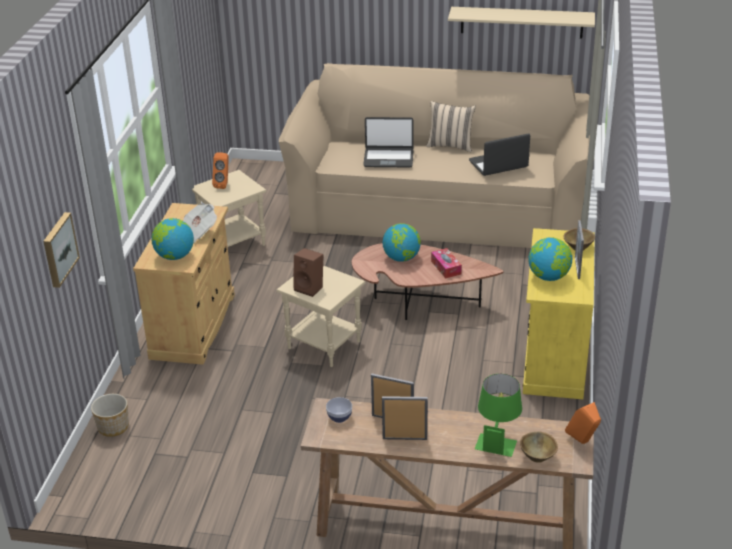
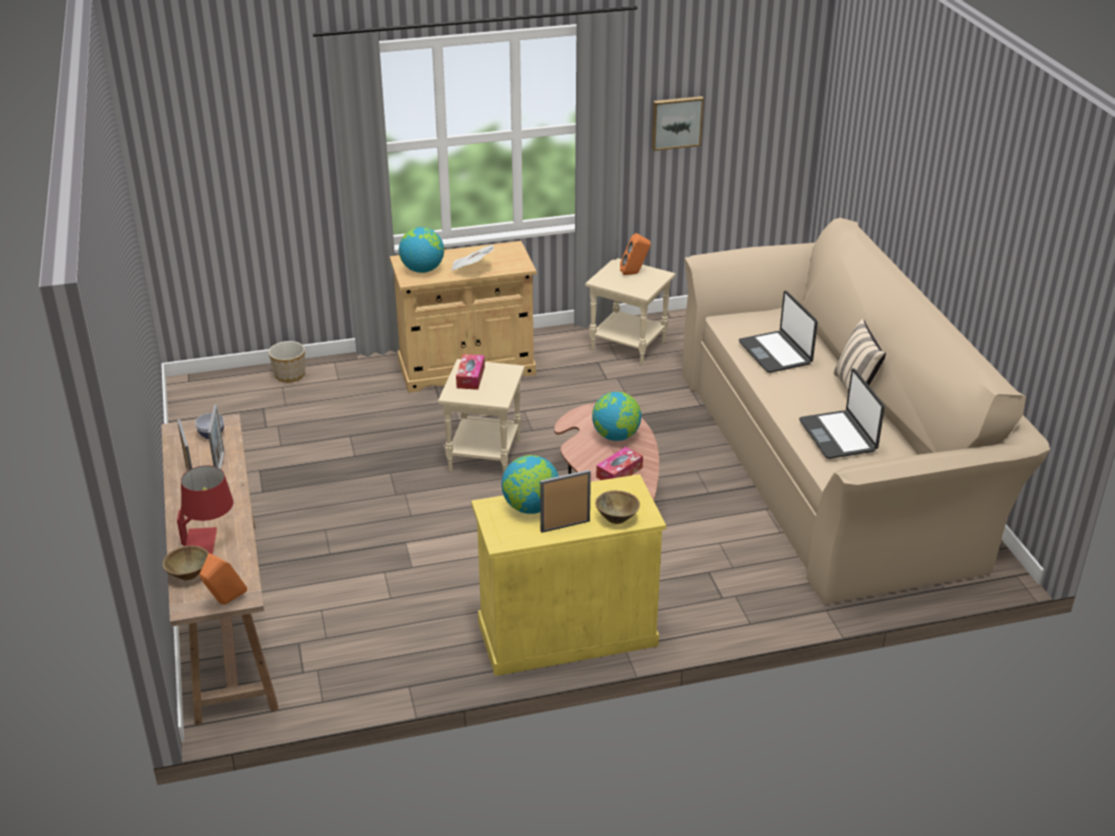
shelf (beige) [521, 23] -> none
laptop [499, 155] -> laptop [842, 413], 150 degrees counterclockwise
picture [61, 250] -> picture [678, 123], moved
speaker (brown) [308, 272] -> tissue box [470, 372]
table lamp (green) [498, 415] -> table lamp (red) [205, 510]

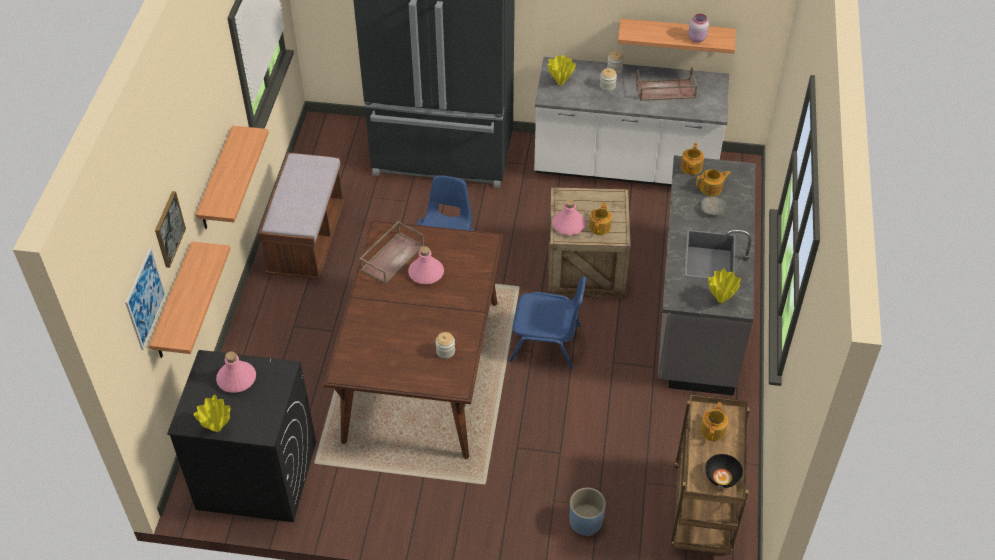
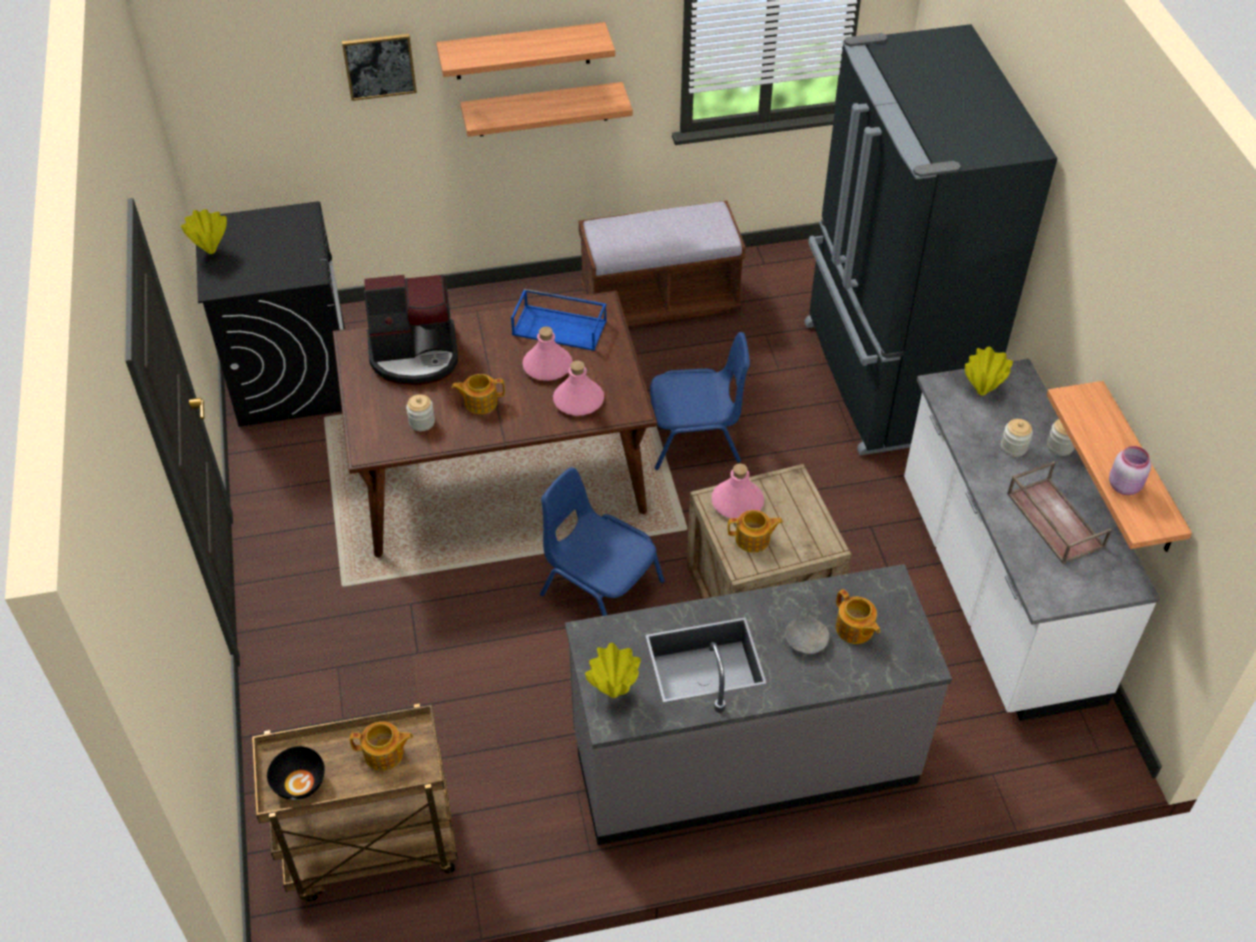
teapot [692, 159] -> teapot [478, 394], moved
tray (brown) [391, 252] -> tray (blue) [559, 320]
shelf [189, 299] -> shelf [525, 50], moved
picture [145, 298] -> none
chair (blue) [547, 322] -> chair (blue) [602, 541], 135 degrees clockwise
bottle (pink) [236, 372] -> bottle (pink) [578, 388], moved
planter (blue) [588, 512] -> none
none -> coffee machine [411, 329]

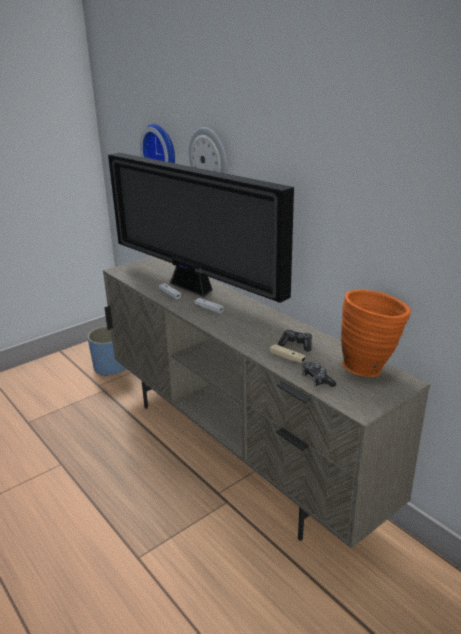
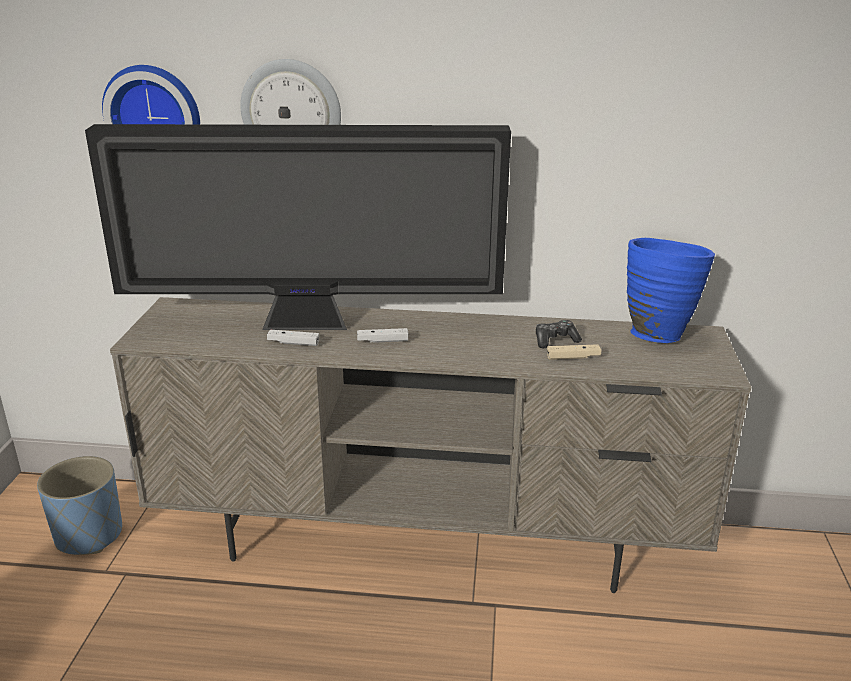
vase (orange) [376, 333] -> vase (blue) [671, 290]
game controller [319, 374] -> none

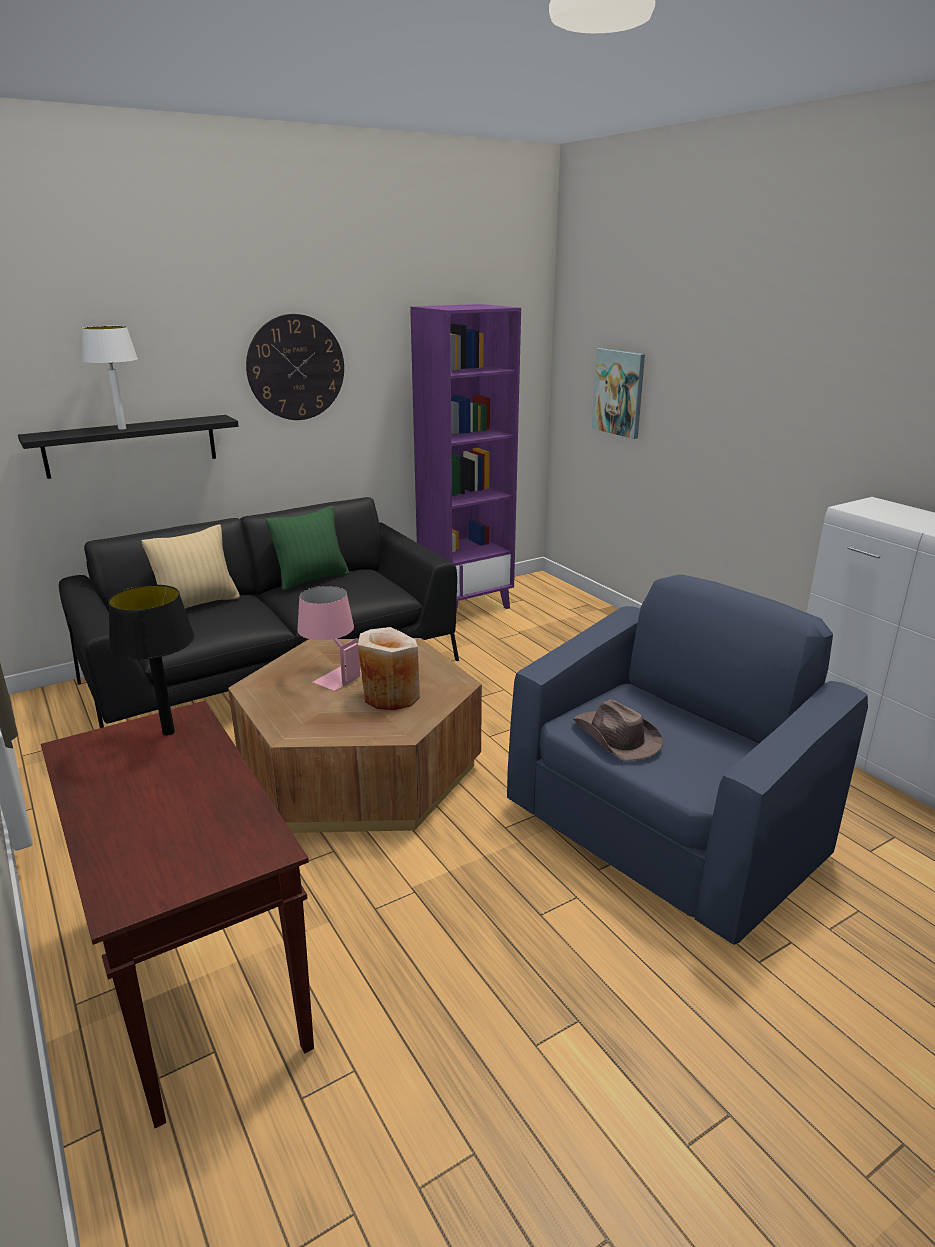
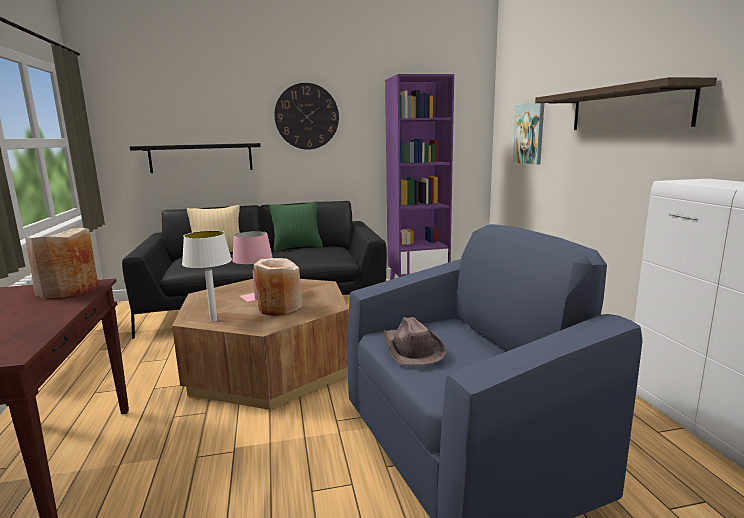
table lamp (white) [110, 377] -> table lamp (white) [207, 276], moved
table lamp (black) [151, 660] -> vase (beige) [61, 263]
none -> shelf [626, 103]

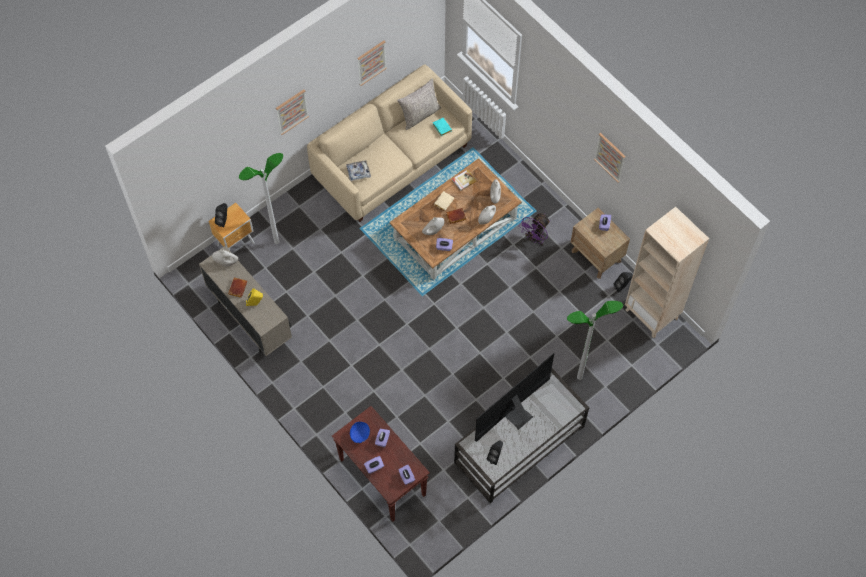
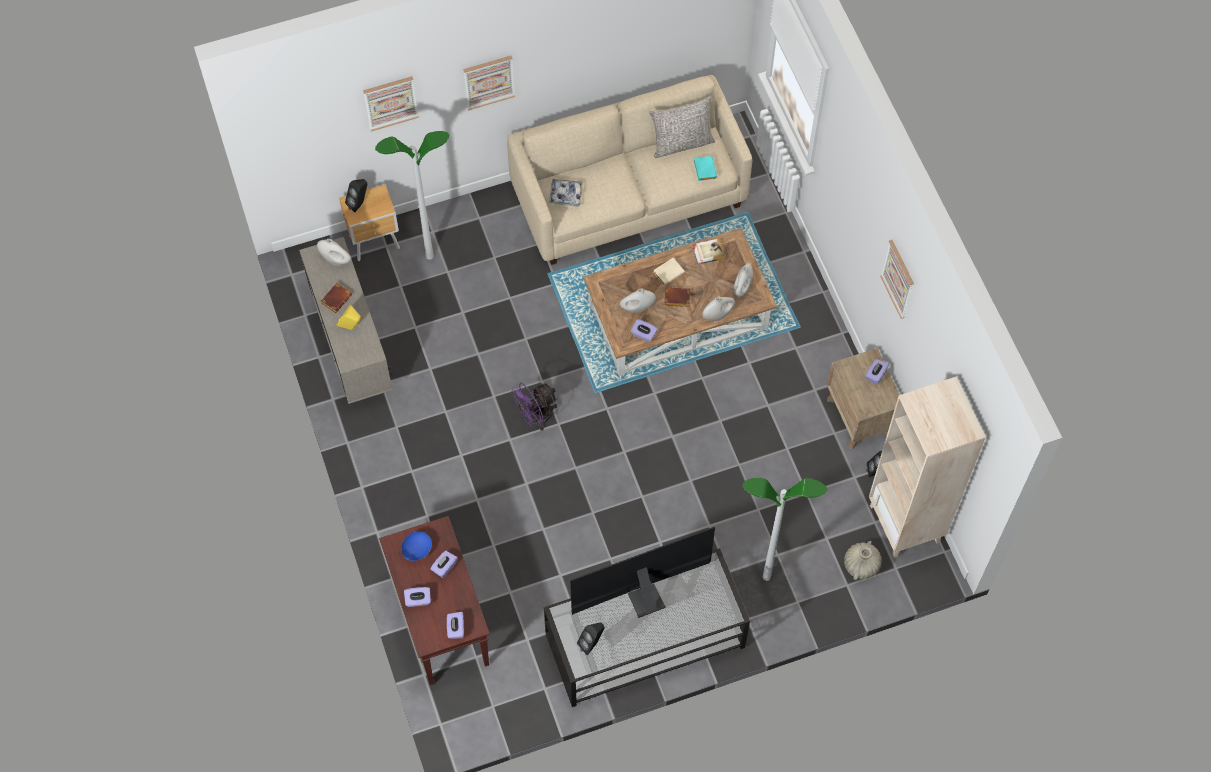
picture [372, 63] -> picture [391, 103], moved
fan (purple) [534, 229] -> fan (purple) [534, 407], moved
none -> vase (beige) [863, 560]

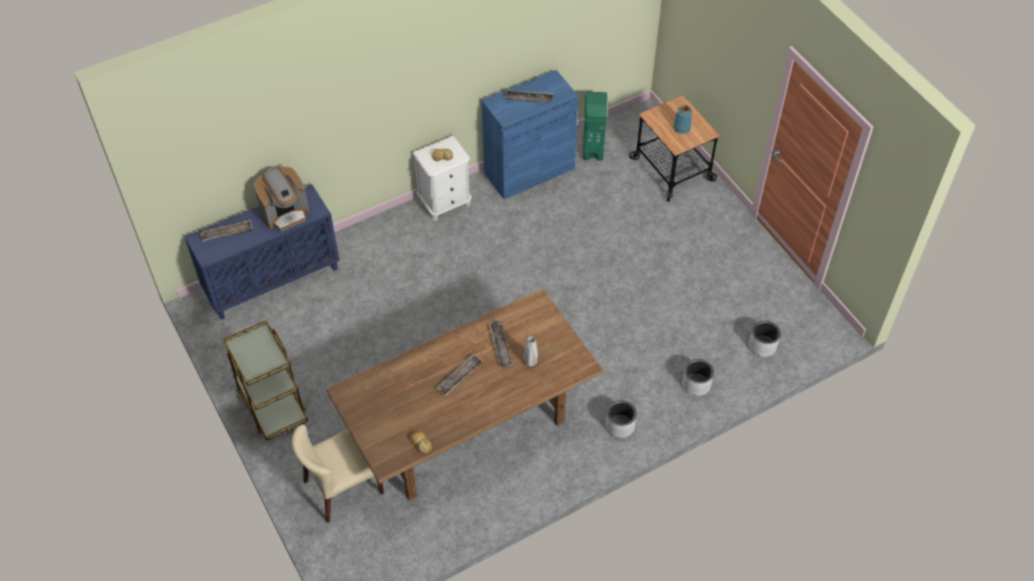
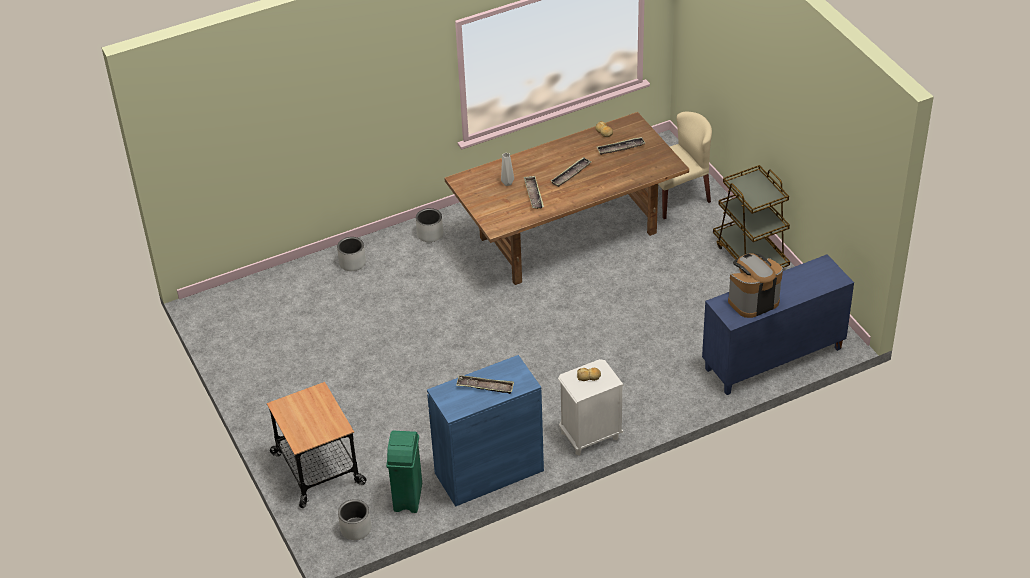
vase (blue) [682, 119] -> none
tray [226, 231] -> tray [621, 146], moved
planter (grey) [765, 339] -> planter (grey) [354, 519], moved

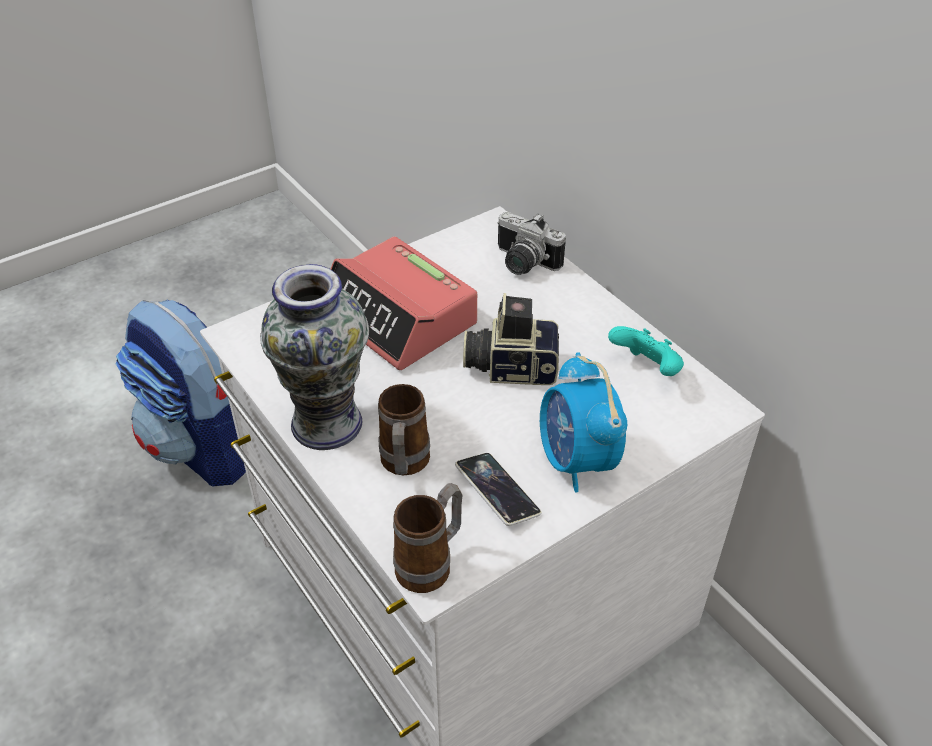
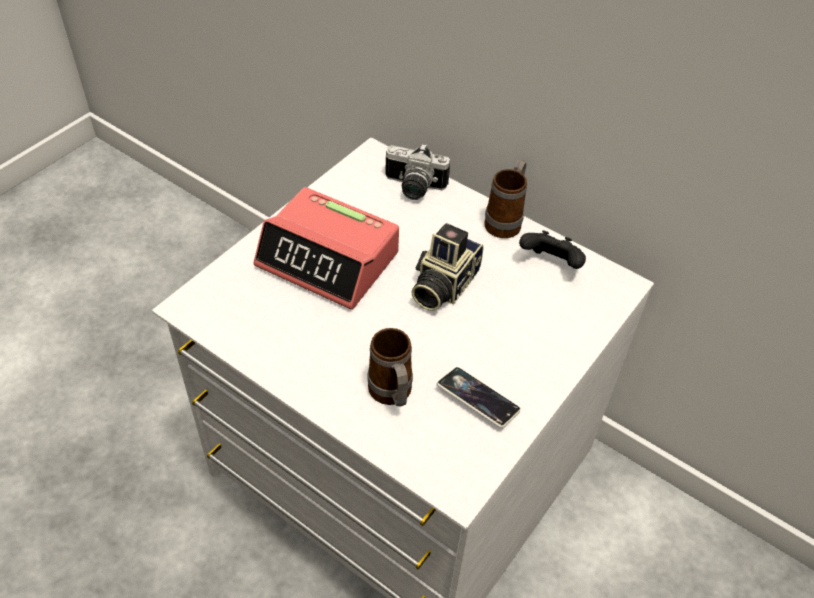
vase [314, 357] -> none
photo camera [511, 339] -> photo camera [447, 267], 45 degrees counterclockwise
backpack [181, 392] -> none
game controller (turquoise) [646, 351] -> game controller (black) [552, 249]
alarm clock [583, 422] -> none
mug [428, 538] -> mug [505, 199], moved

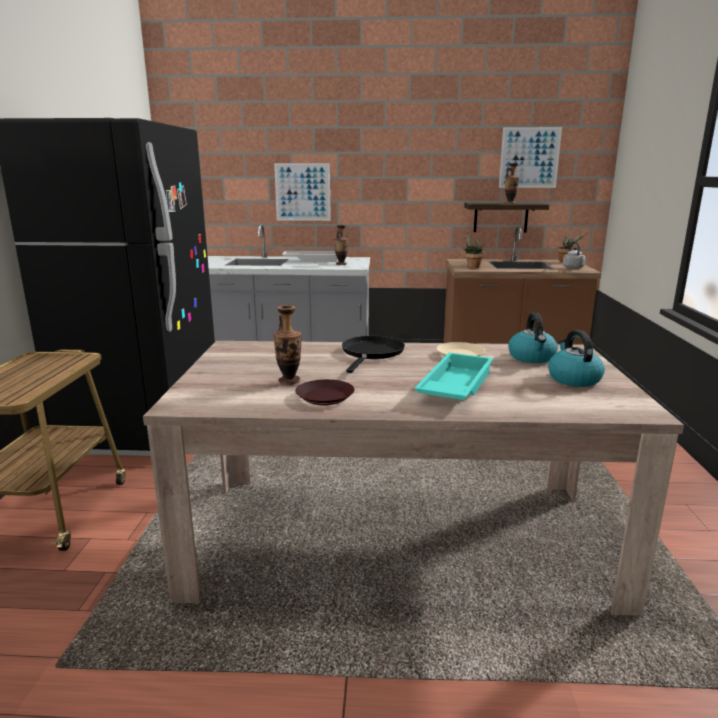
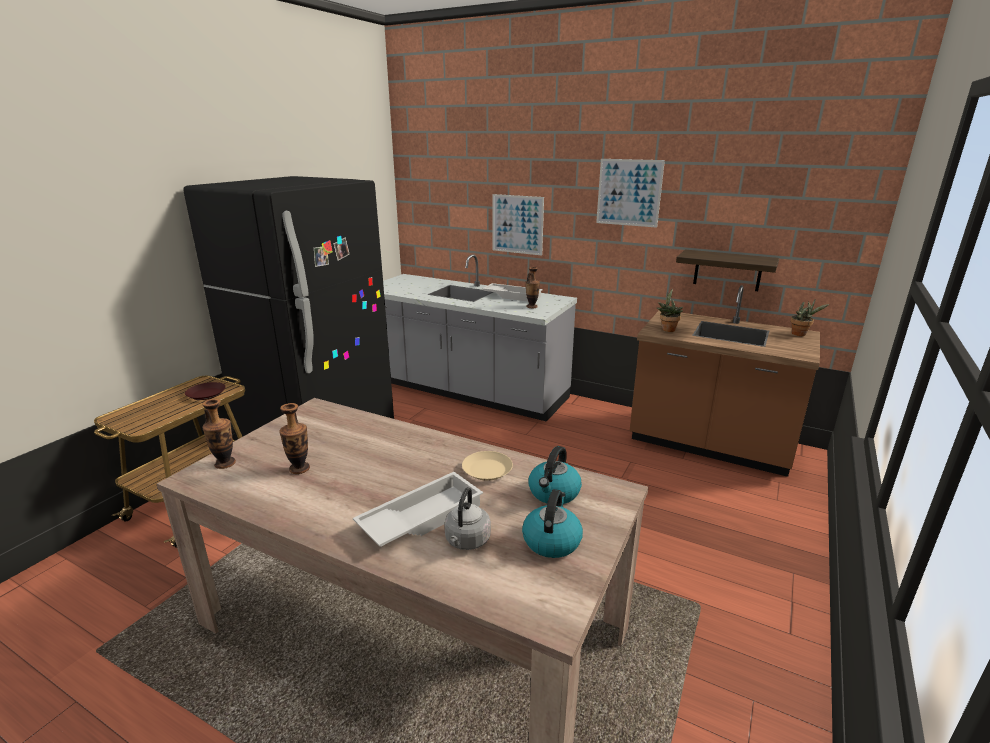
picture [530, 157] -> picture [630, 193], moved
vase [512, 183] -> vase [219, 434], moved
kettle (grey) [574, 255] -> kettle (grey) [468, 518], moved
frying pan (black) [373, 354] -> none
tray (turquoise) [453, 376] -> tray (white) [418, 509]
plate (brown) [325, 392] -> plate (brown) [205, 391], moved

